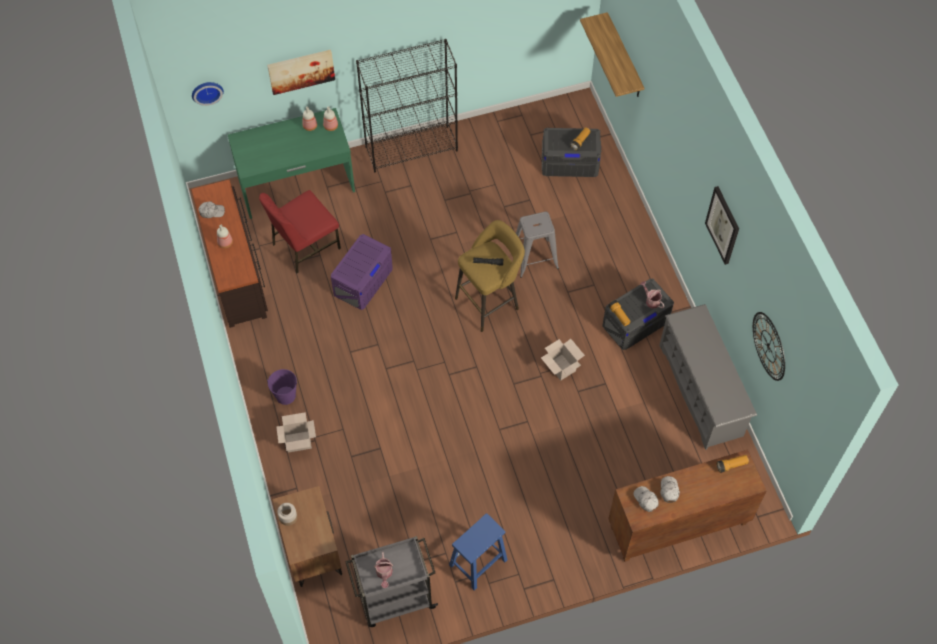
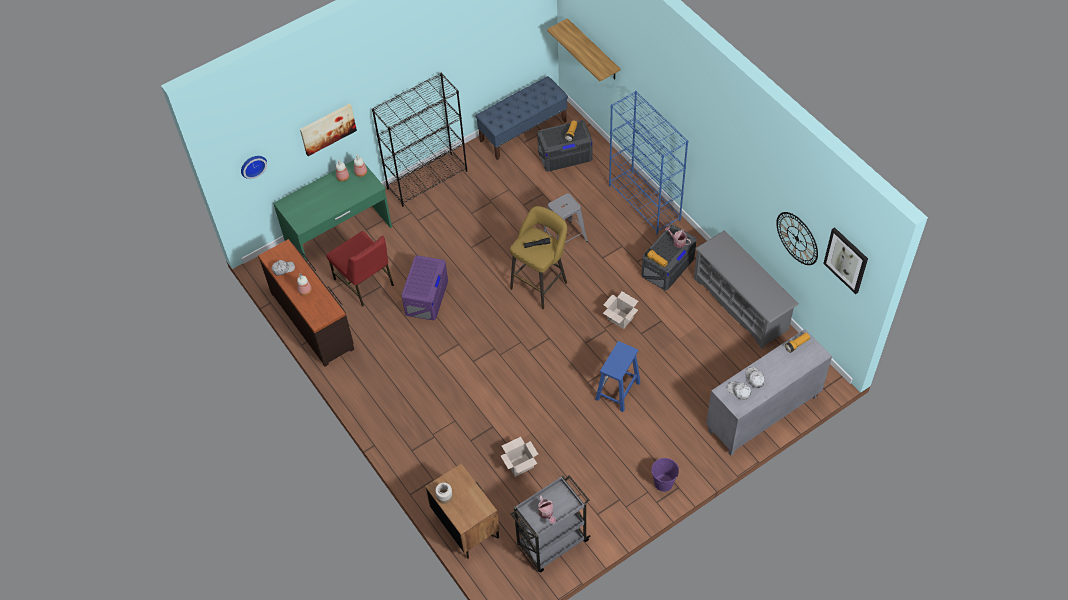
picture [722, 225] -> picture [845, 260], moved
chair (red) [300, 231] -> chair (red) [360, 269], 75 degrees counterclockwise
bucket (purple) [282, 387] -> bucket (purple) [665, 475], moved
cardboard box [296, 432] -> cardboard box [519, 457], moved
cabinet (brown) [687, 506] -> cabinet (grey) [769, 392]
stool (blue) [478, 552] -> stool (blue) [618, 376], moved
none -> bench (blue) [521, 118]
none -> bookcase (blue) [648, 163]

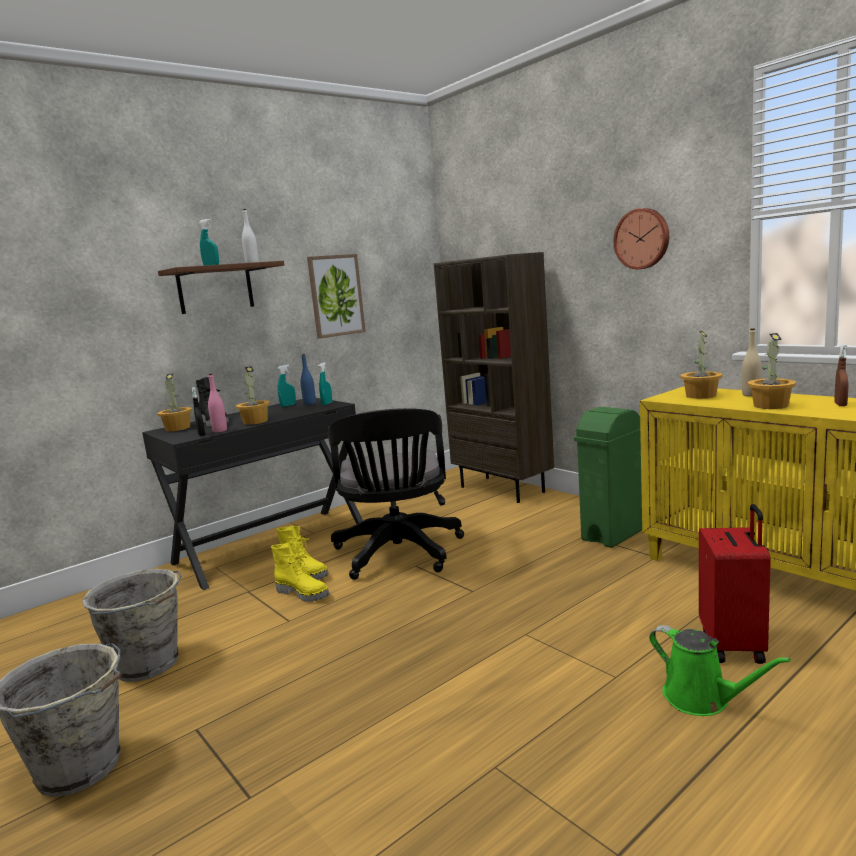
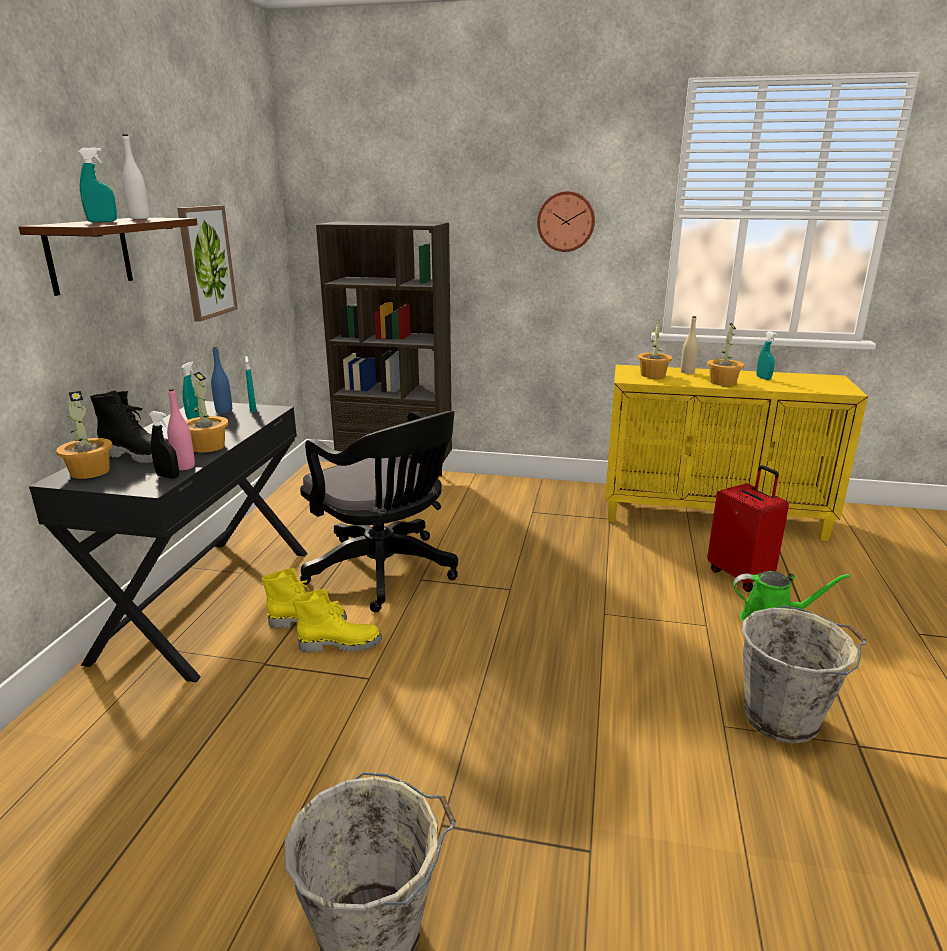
spray bottle (brown) [841, 375] -> spray bottle (turquoise) [766, 355]
trash can (green) [608, 477] -> none
bucket (grey) [132, 625] -> bucket (grey) [804, 674], moved

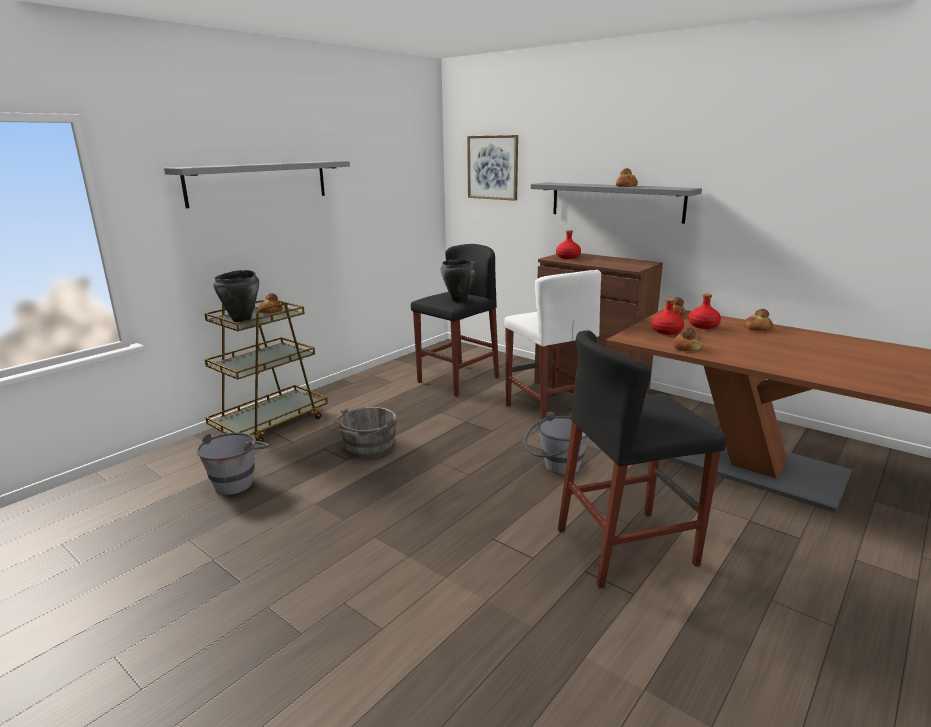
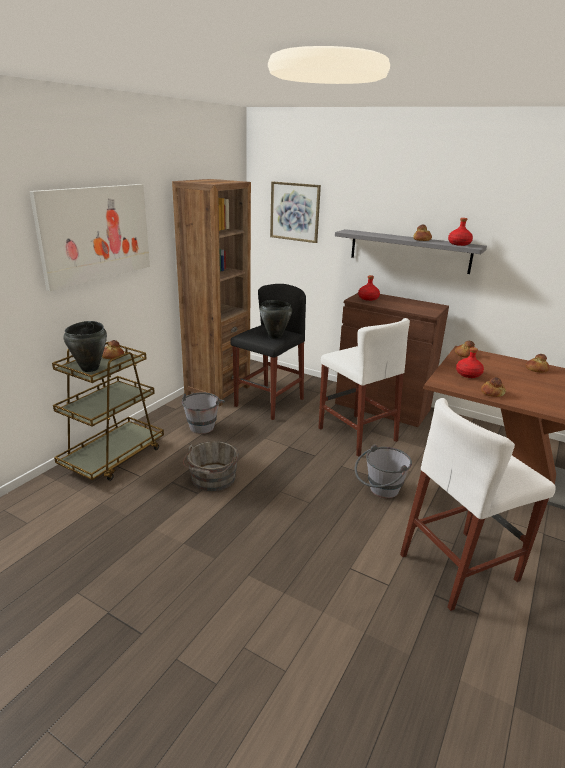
shelf (grey) [257, 184] -> picture [89, 237]
bottle (red) [704, 311] -> bottle (red) [460, 232], moved
stool (black) [642, 459] -> stool (white) [478, 504]
bucket (grey) [233, 464] -> bucket (grey) [203, 413], moved
none -> bookcase (brown) [211, 292]

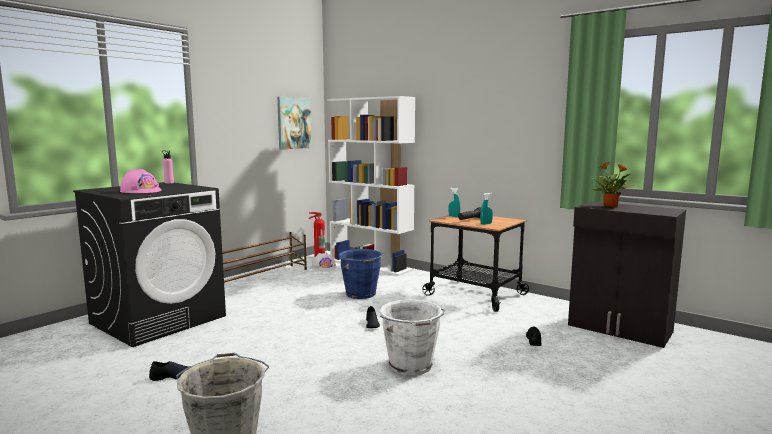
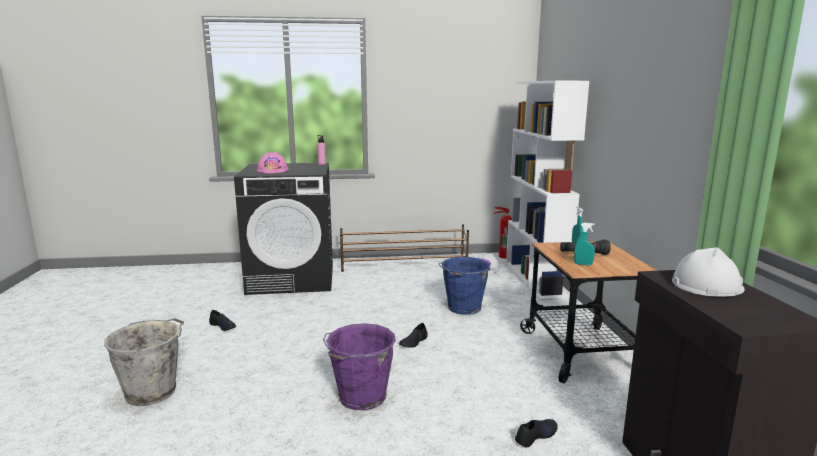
picture [294, 123] -> none
potted plant [612, 184] -> hard hat (white) [708, 272]
bucket (white) [412, 337] -> bucket (purple) [359, 366]

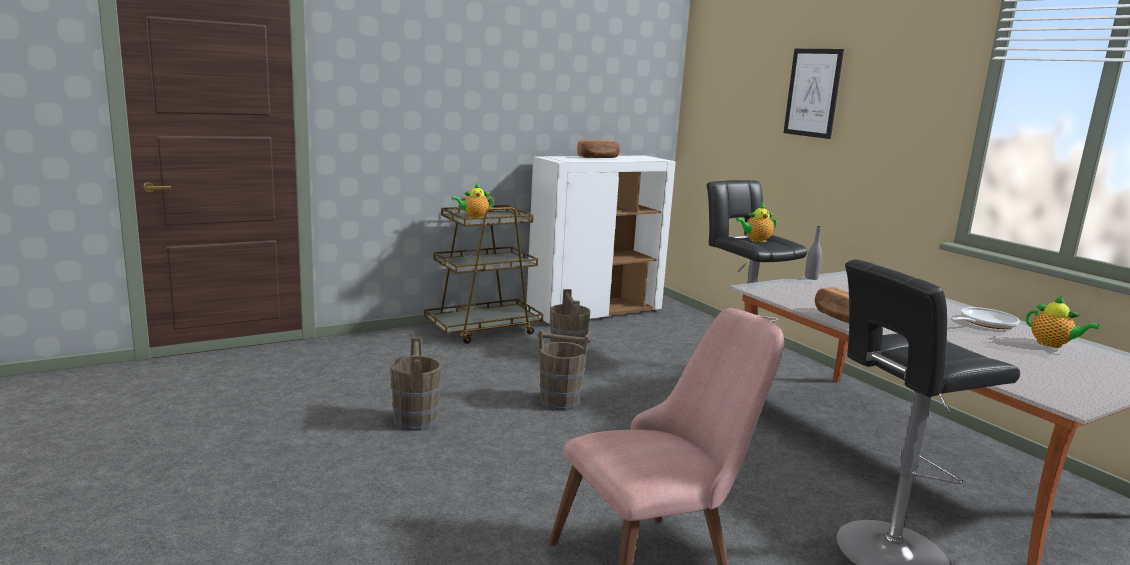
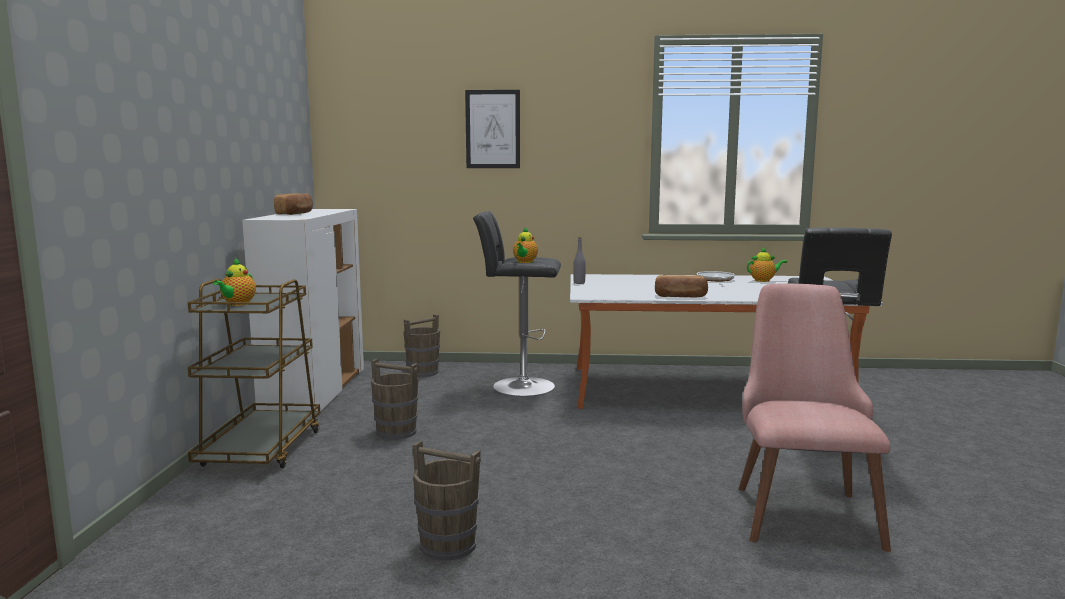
bucket (brown) [564, 370] -> bucket (brown) [421, 345], moved

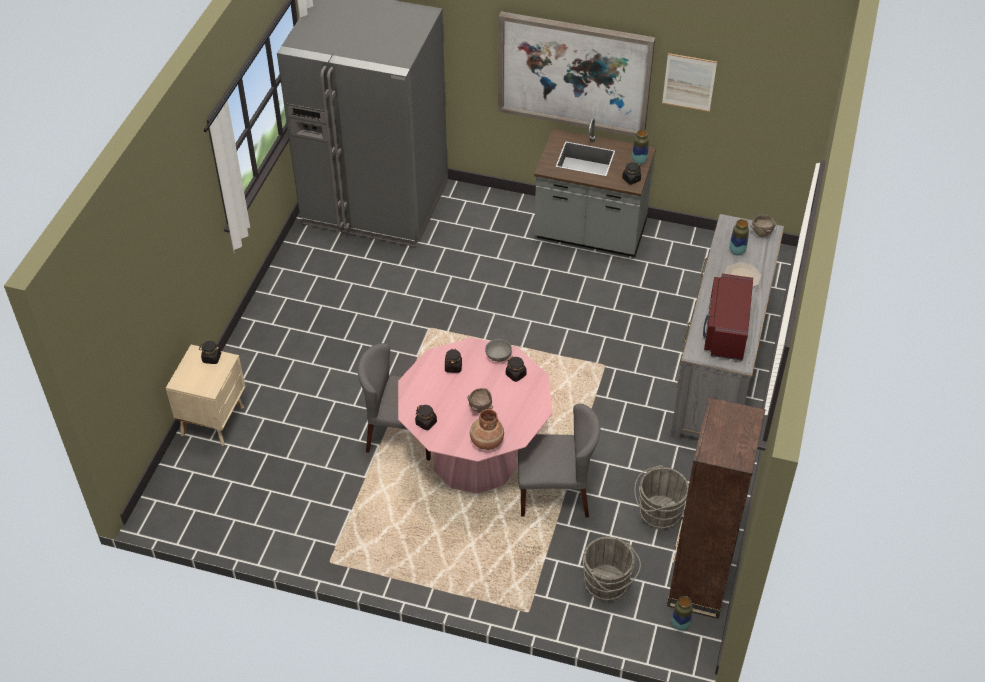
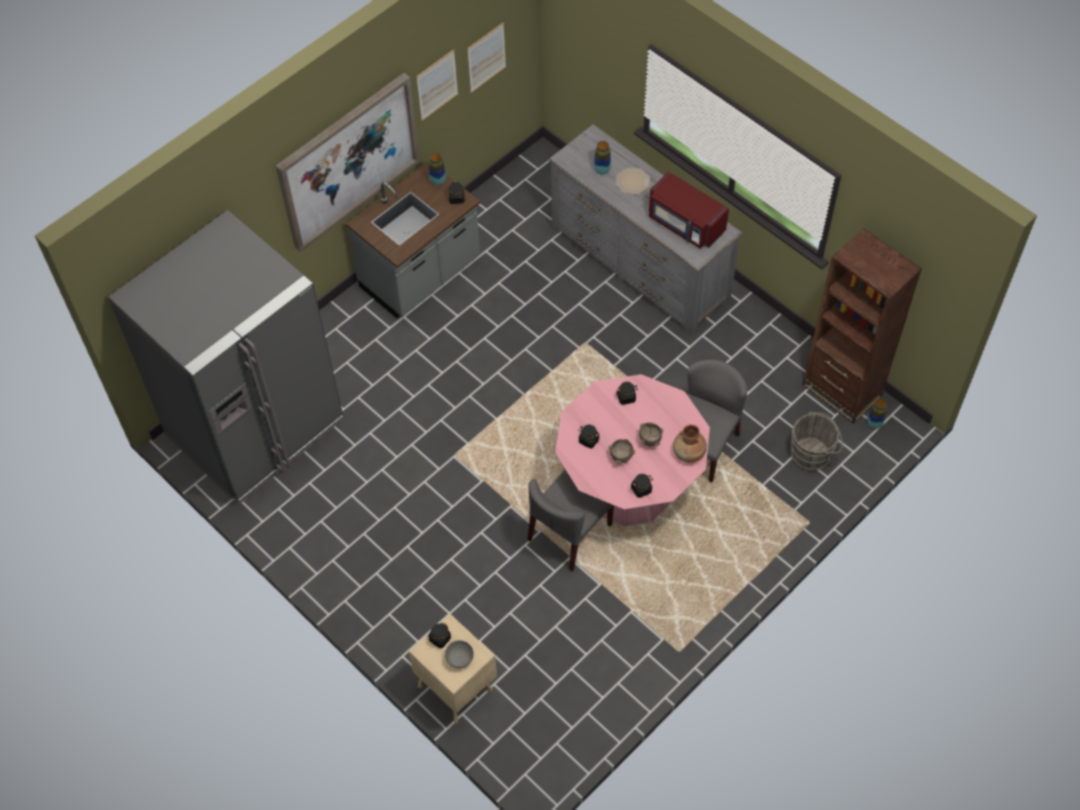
bowl (brown) [763, 226] -> bowl (brown) [621, 451], moved
bowl (grey) [498, 350] -> bowl (grey) [459, 654], moved
bucket (grey) [661, 497] -> none
none -> picture [486, 57]

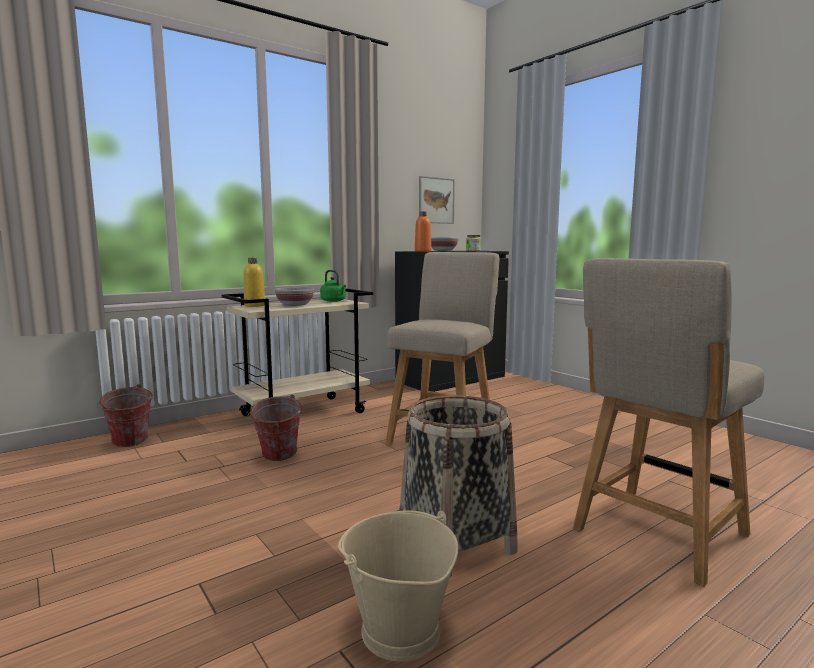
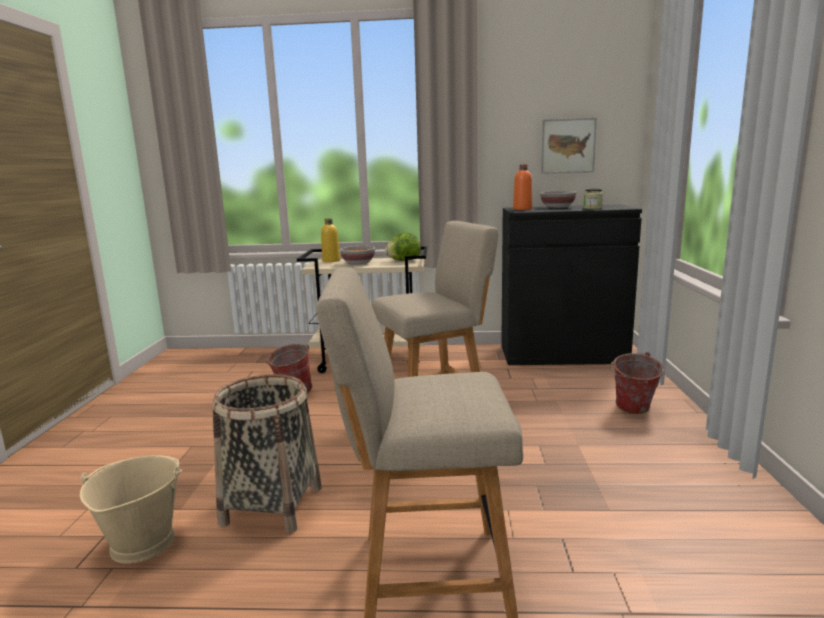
kettle (green) [333, 286] -> lettuce [403, 247]
bucket [125, 415] -> bucket [637, 383], moved

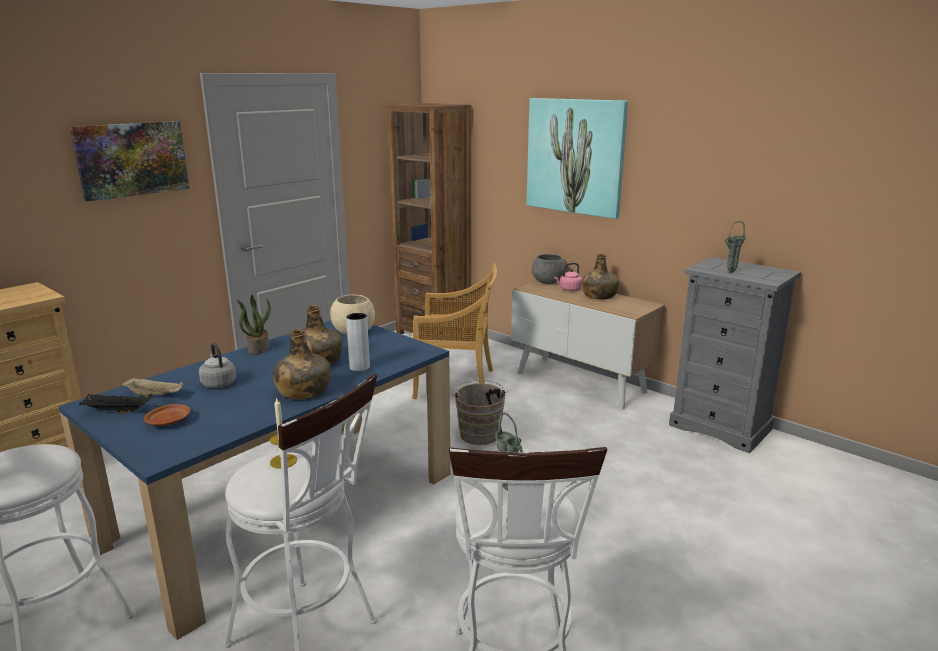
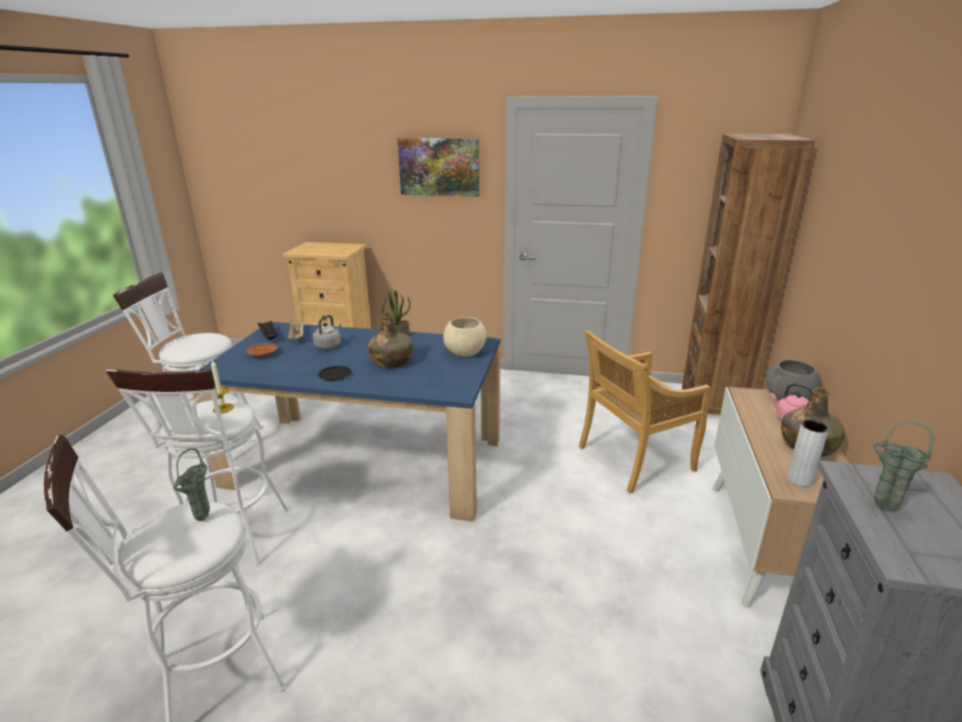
picture [577, 158] -> none
chair (beige) [455, 331] -> chair (beige) [645, 411], 90 degrees clockwise
vase (grey) [358, 342] -> vase (grey) [808, 453], moved
bottle (green) [302, 364] -> plate (black) [335, 373]
bucket (brown) [480, 412] -> none

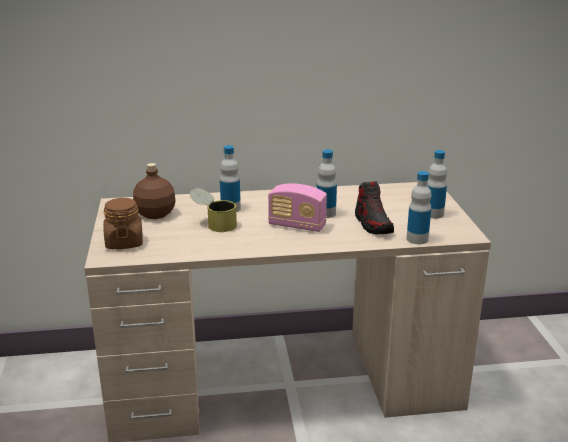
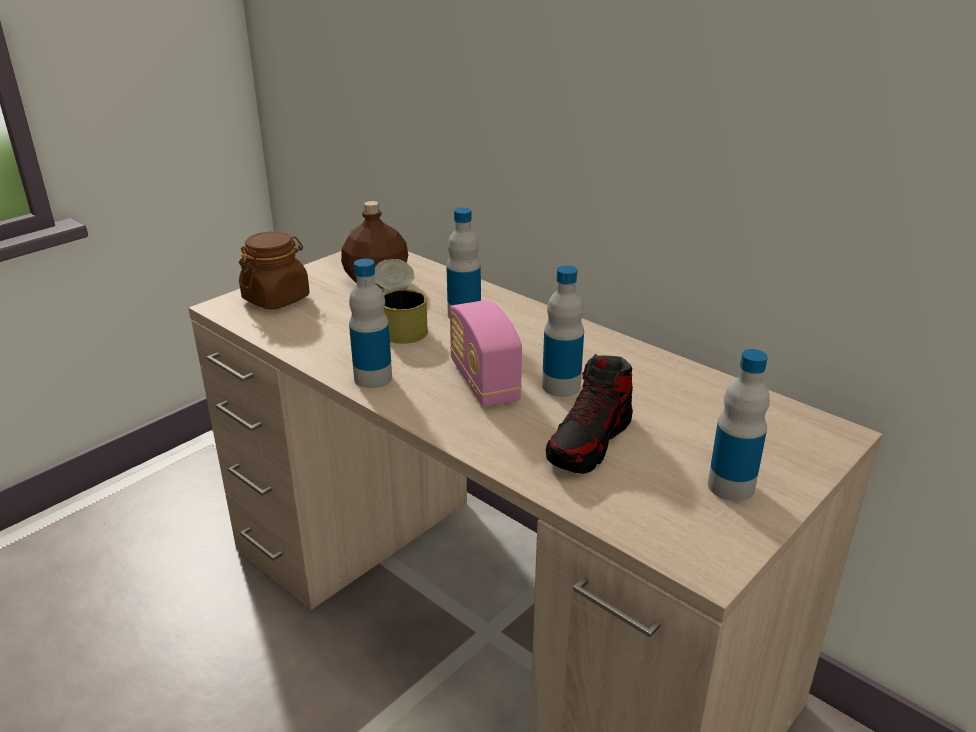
bottle [419, 207] -> bottle [370, 323], moved

